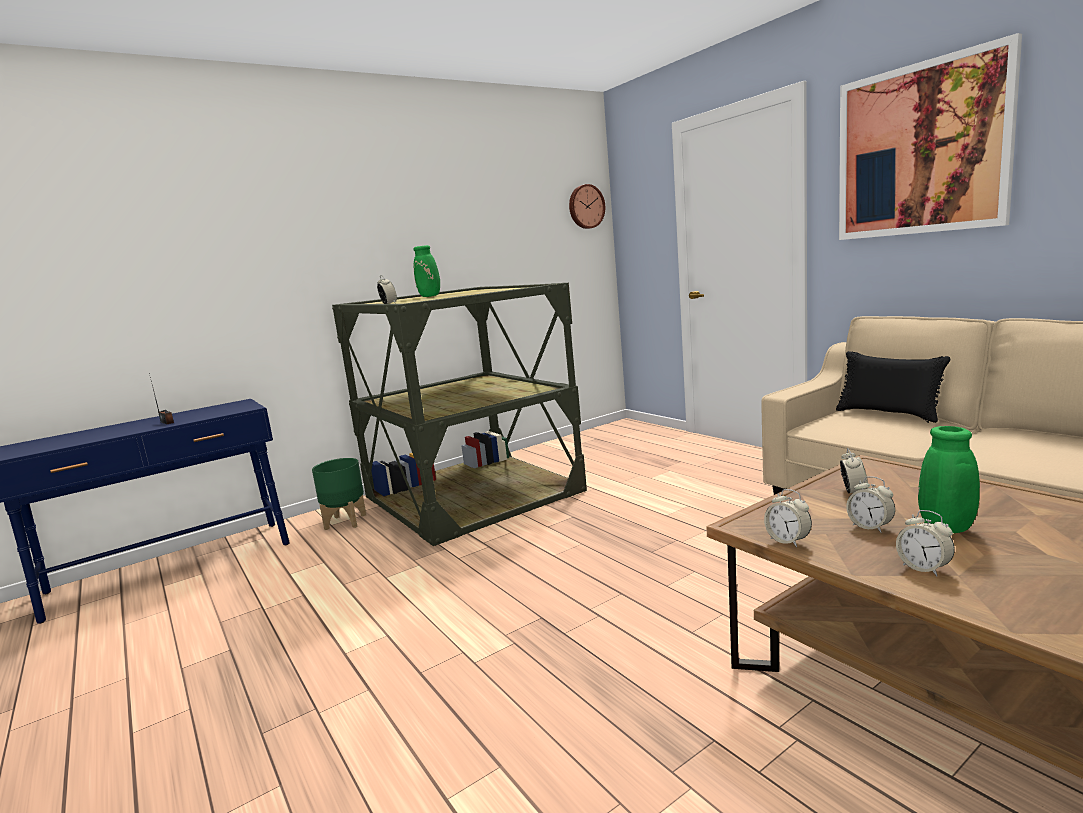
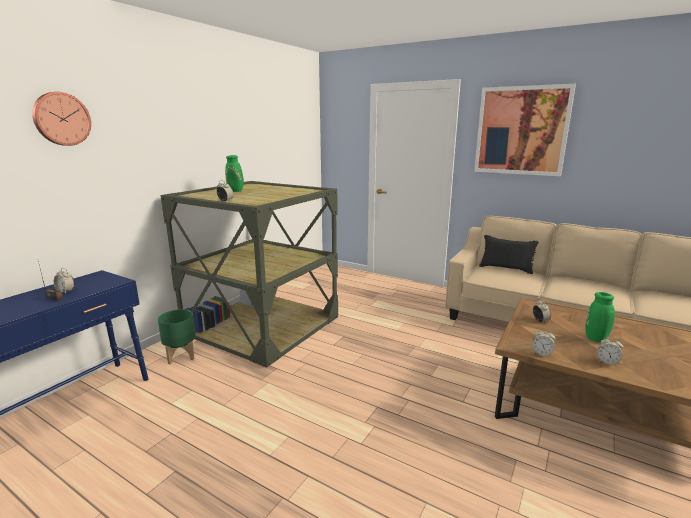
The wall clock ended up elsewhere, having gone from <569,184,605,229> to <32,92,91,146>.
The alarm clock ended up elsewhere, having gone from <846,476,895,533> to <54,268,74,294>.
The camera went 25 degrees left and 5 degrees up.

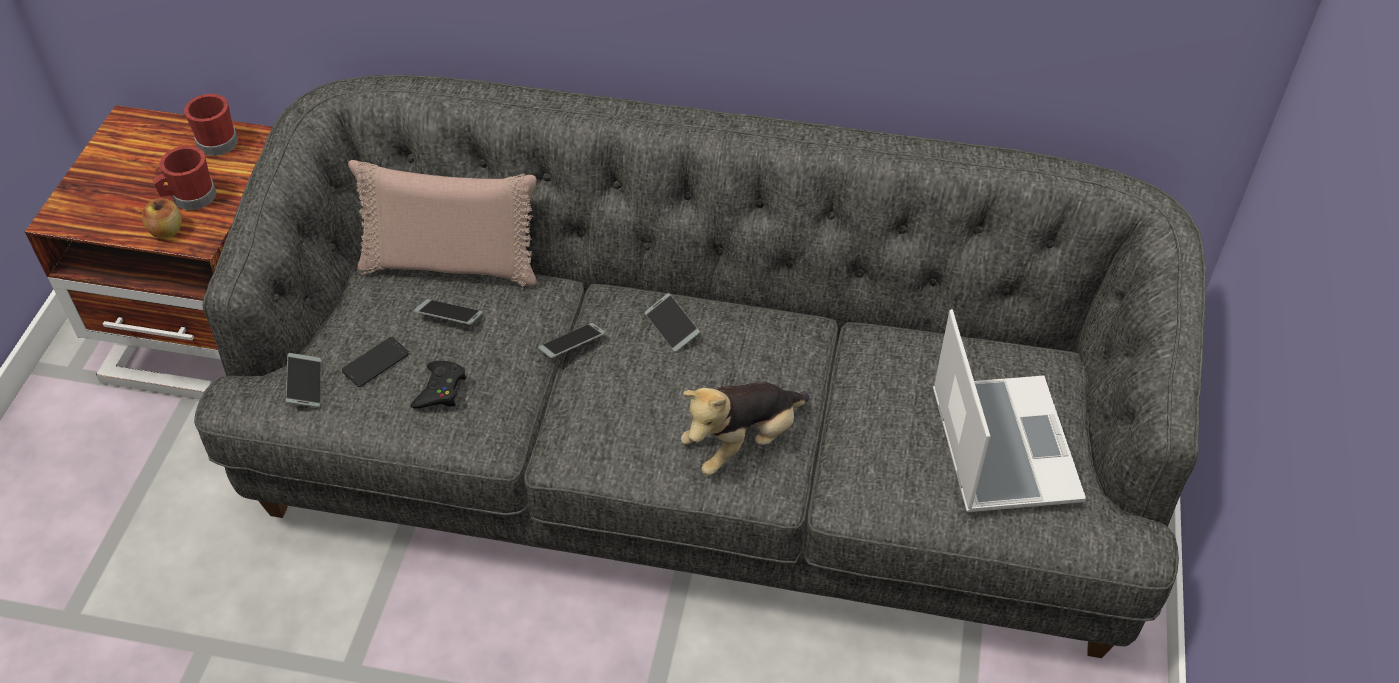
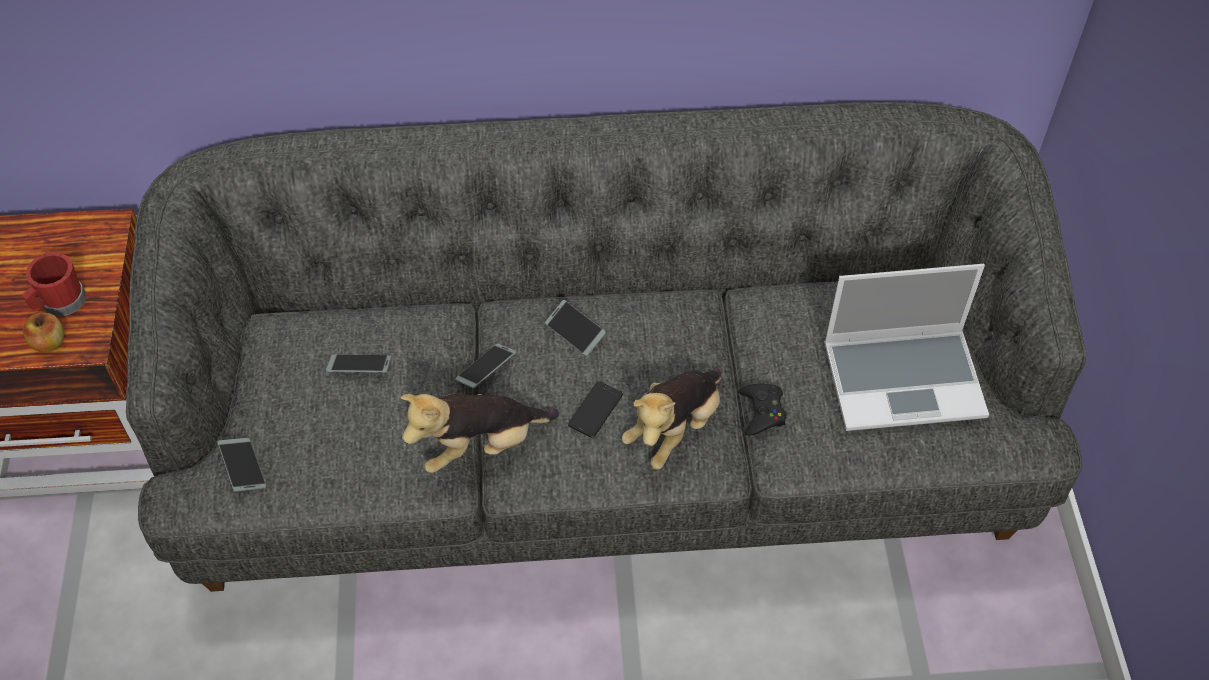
The second view lost the coffee mug in reddish at <184,94,238,156>.
The second view lost the cushion in beige-coloured at <348,160,537,287>.
The second view gained the plush toy at <401,394,559,473>.
The phone ended up elsewhere, having gone from <342,337,409,387> to <568,381,623,438>.
The game controller in black-coloured ended up elsewhere, having gone from <411,361,466,408> to <738,384,787,436>.
The laptop at <933,309,1086,512> ended up facing another way, 105 degrees clockwise from before.
The camera went 15 degrees left and 5 degrees up.

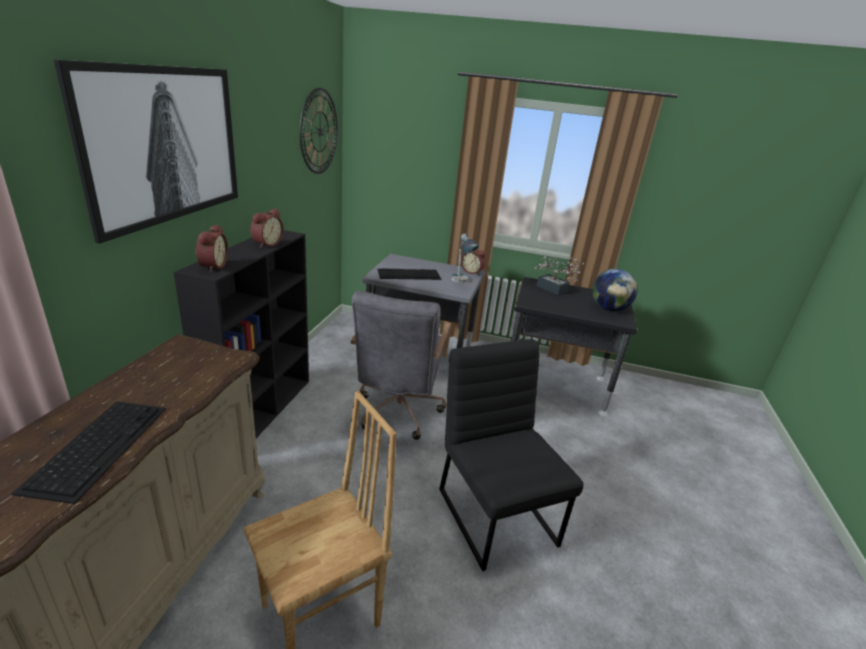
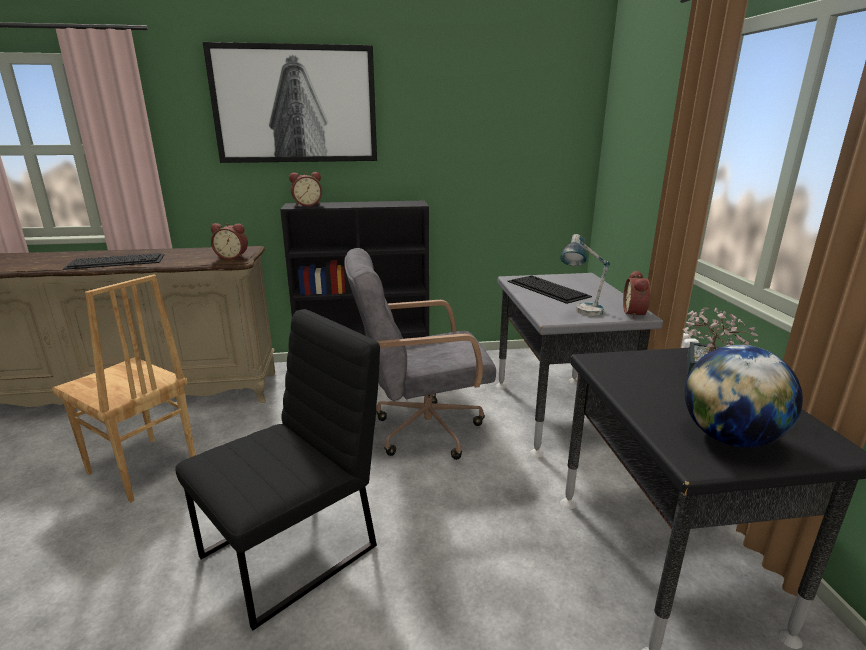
The second view lost the wall clock at <300,88,338,174>.
The alarm clock ended up elsewhere, having gone from <250,209,284,248> to <211,223,248,260>.
The camera went 70 degrees right and 5 degrees down.

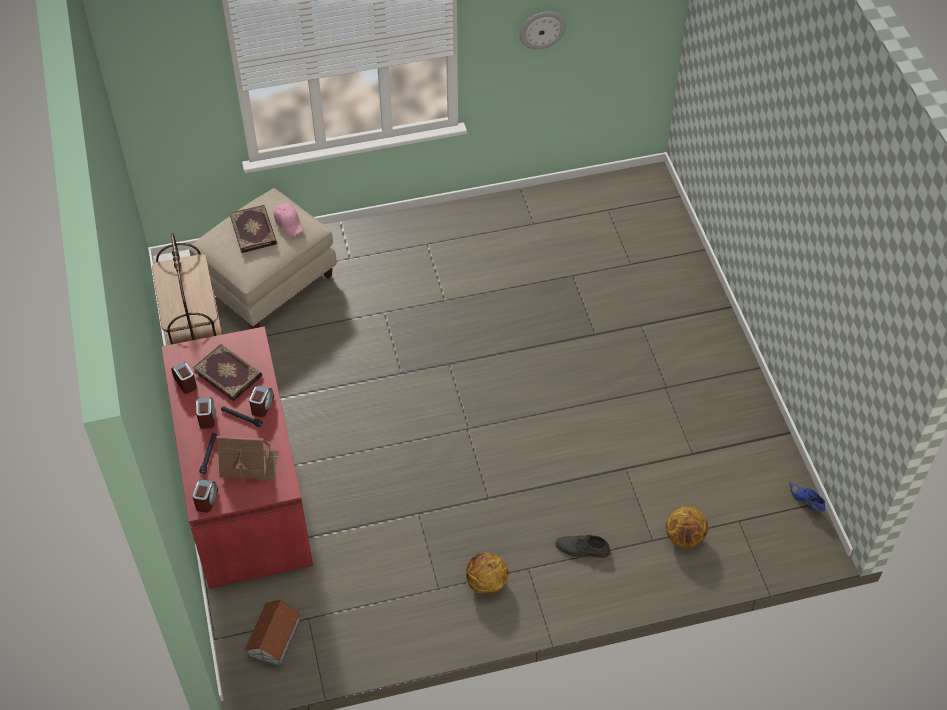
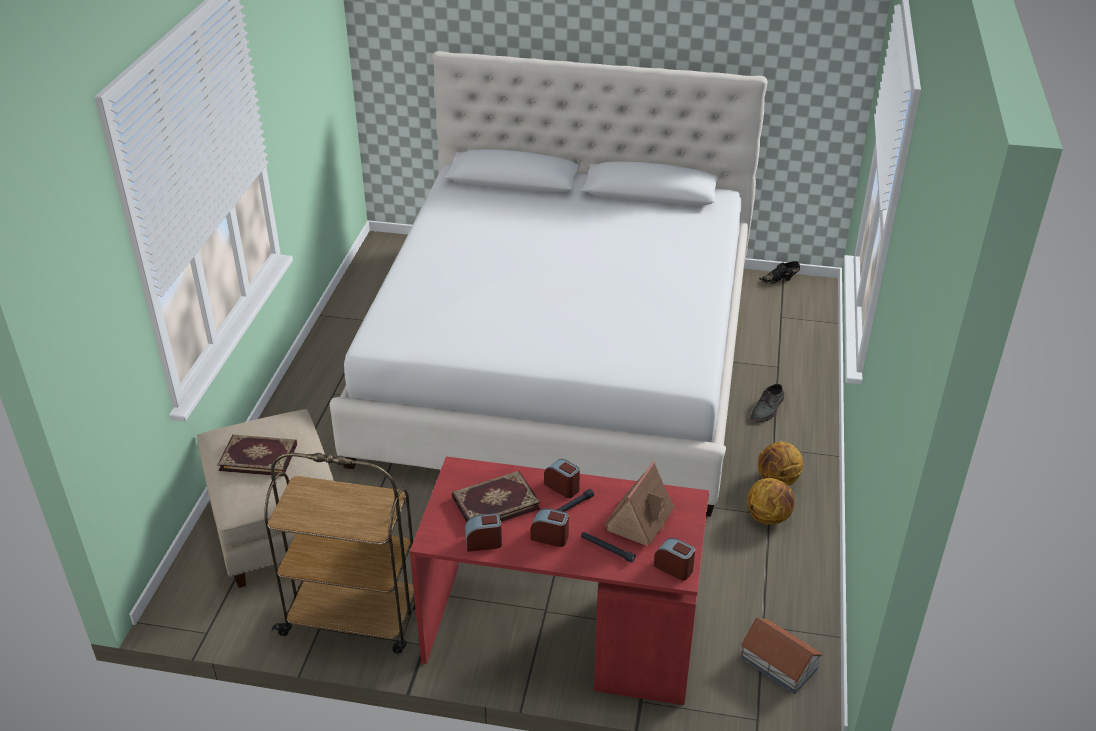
The second view lost the baseball cap in pinkish at <274,203,304,237>.
The second view lost the wall clock at <520,11,566,50>.
The second view gained the bedroom bed in white at <330,51,768,517>.
The ball for basketball ended up elsewhere, having gone from <666,506,709,548> to <747,478,795,525>.
What was the shoe in blue at <789,482,825,512> turned into the shoe in black-coloured at <759,261,800,284>.
The camera went 65 degrees left and 15 degrees down.

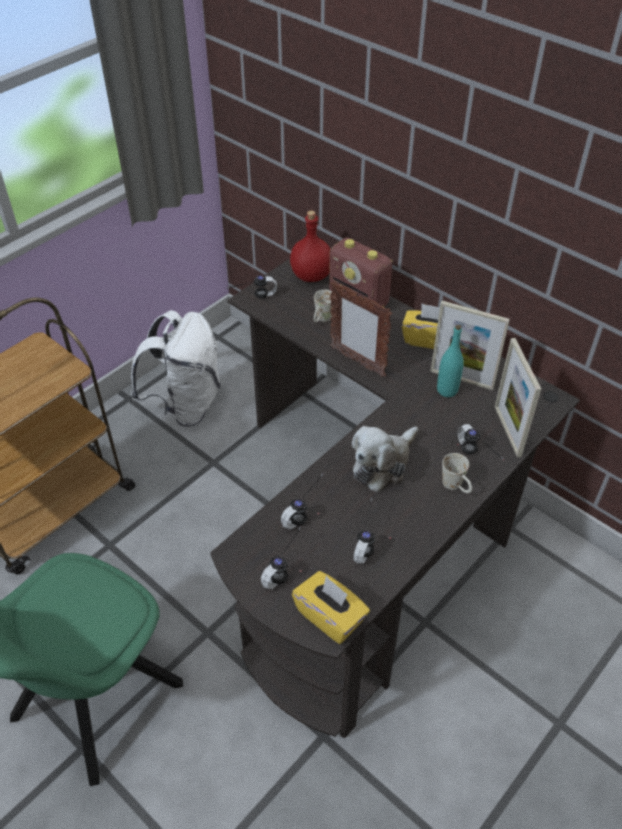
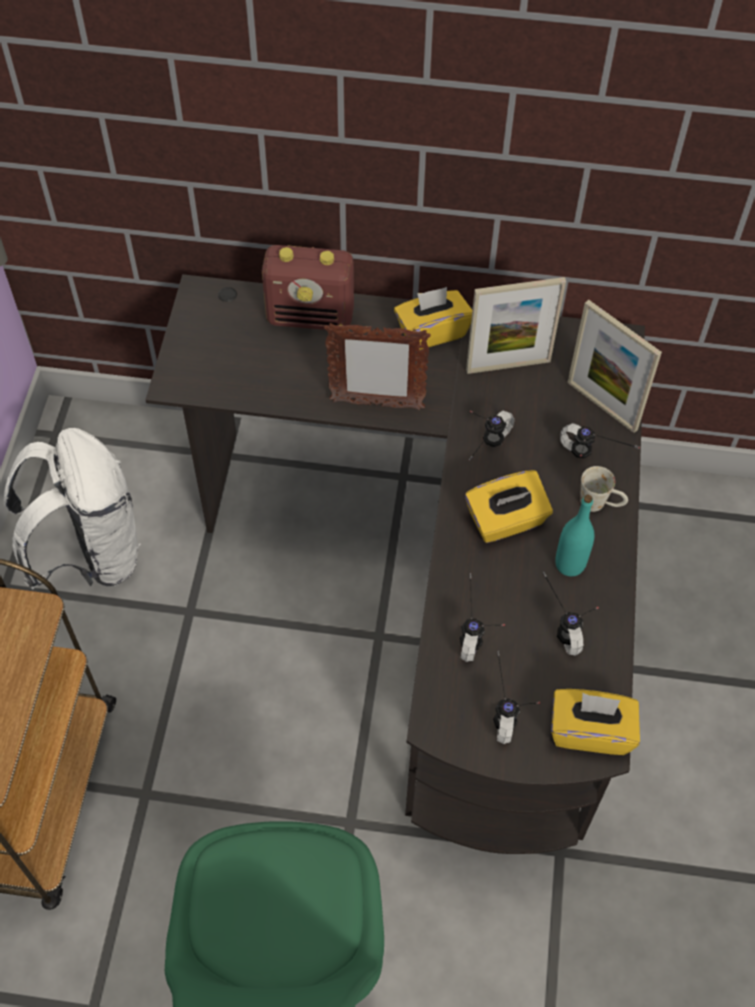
The second view lost the beverage bottle in reddish at <290,211,330,282>.
The second view lost the coffee mug in white at <314,290,336,323>.
The headphones ended up elsewhere, having gone from <227,269,277,299> to <469,411,514,461>.
The beverage bottle in turquoise ended up elsewhere, having gone from <437,325,464,397> to <555,495,594,576>.
Where the plush toy stood at <352,426,418,493>, the tissue holder in yellowish came to stand at <465,470,553,543>.
The camera went 35 degrees left and 10 degrees up.

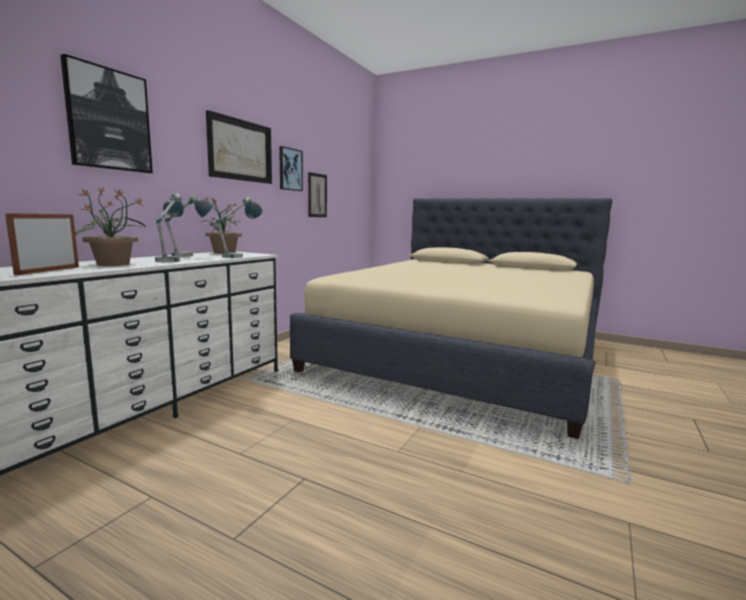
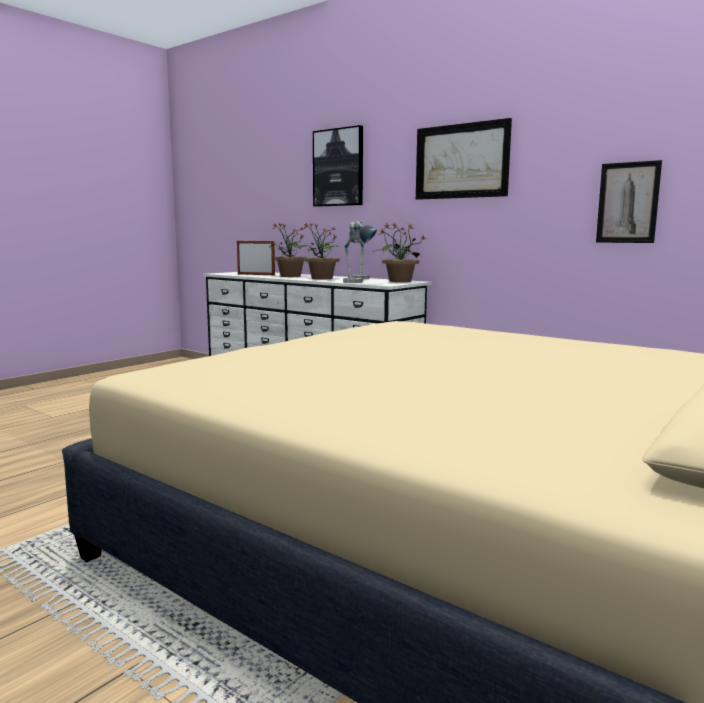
The second view lost the wall picture at <279,146,303,191>.
Where the table lamp stood at <155,193,184,262>, the potted plant came to stand at <300,223,340,279>.
The camera went 100 degrees right and 0 degrees up.

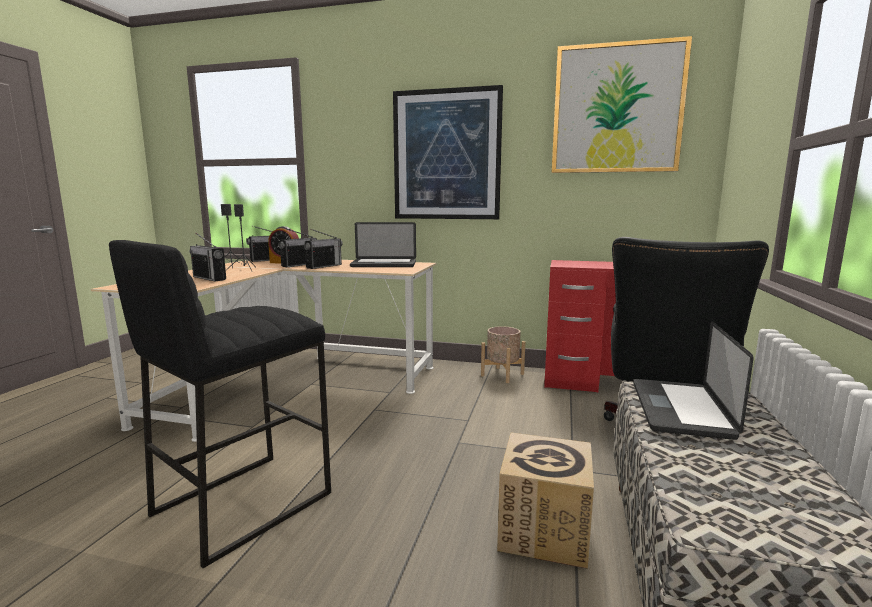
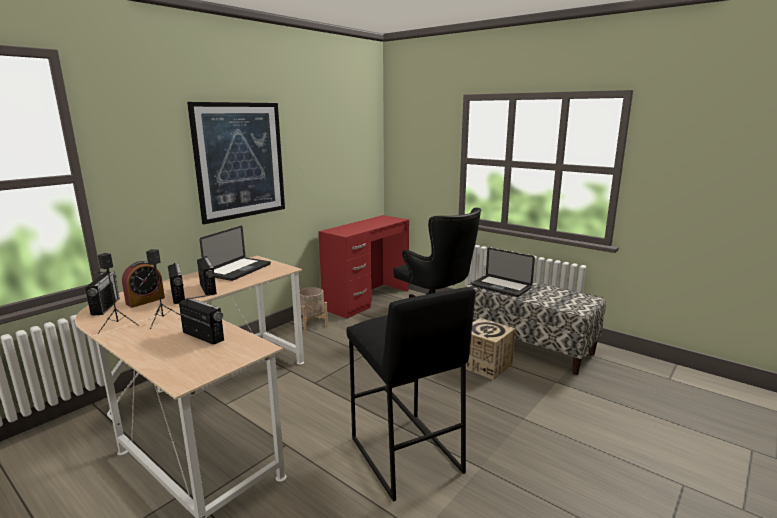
The second view lost the wall picture at <552,36,692,173>.
The radio set at <190,232,226,281> ended up facing another way, 120 degrees counterclockwise from before.
The camera went 65 degrees left and 5 degrees up.

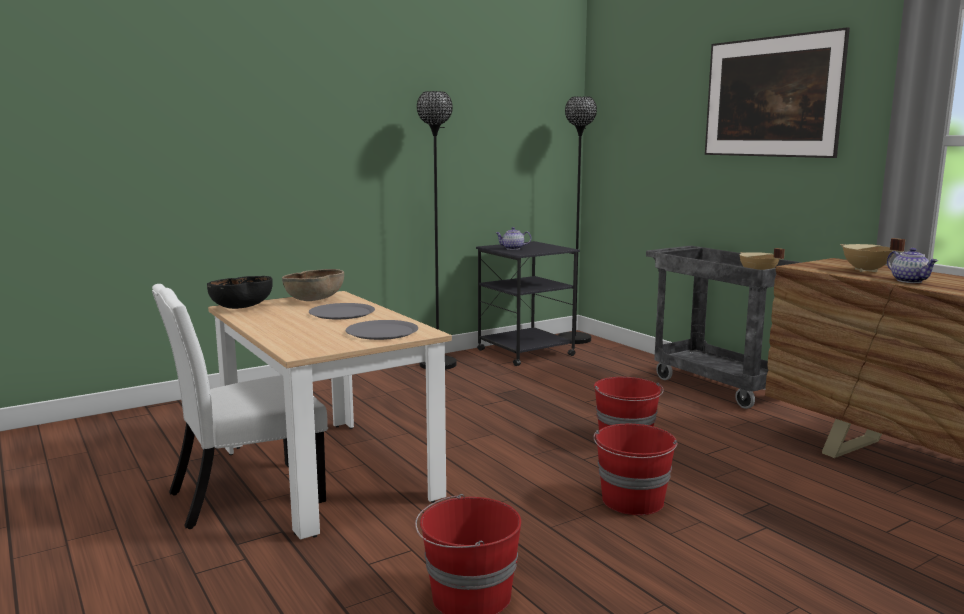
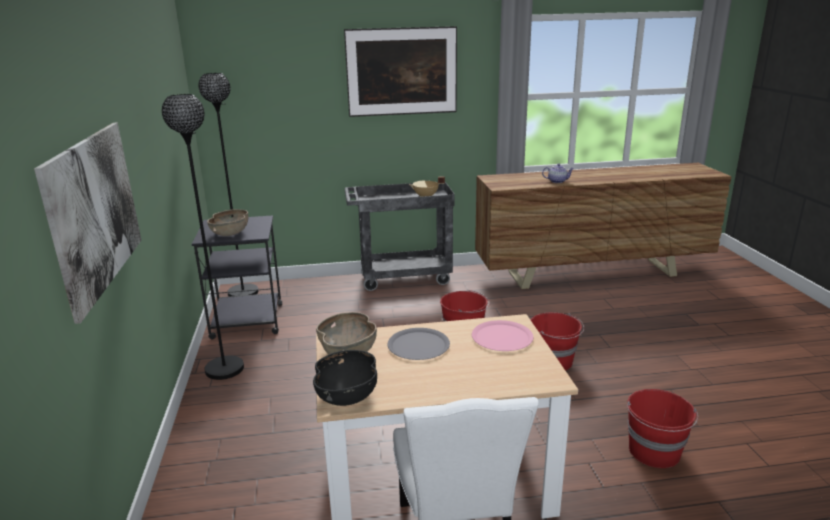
The second view lost the saucepot in beige-coloured at <840,238,905,272>.
The second view gained the wall picture at <34,123,142,324>.
Where the tea pot stood at <496,227,531,250>, the deep dish in brown-coloured came to stand at <207,209,248,236>.
What was the dinner plate in gray at <346,320,418,340> turned into the dinner plate in pinkish at <472,320,533,351>.
The camera went 65 degrees left and 10 degrees up.

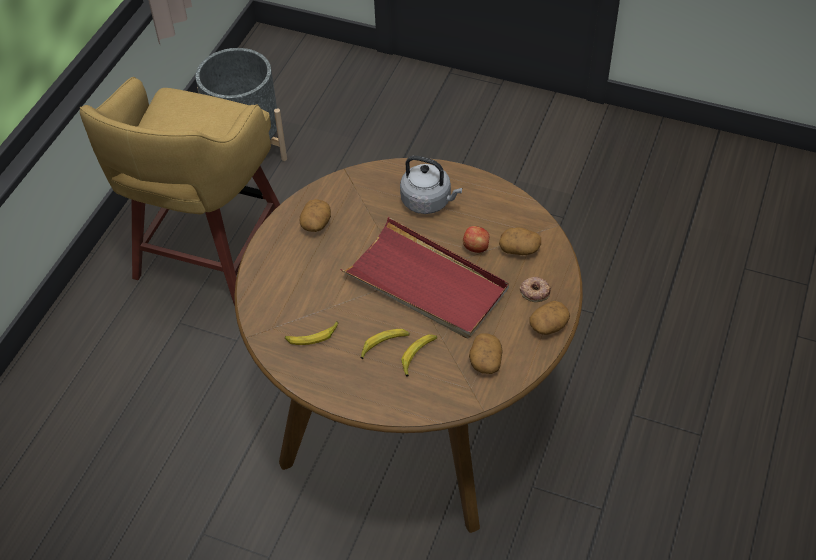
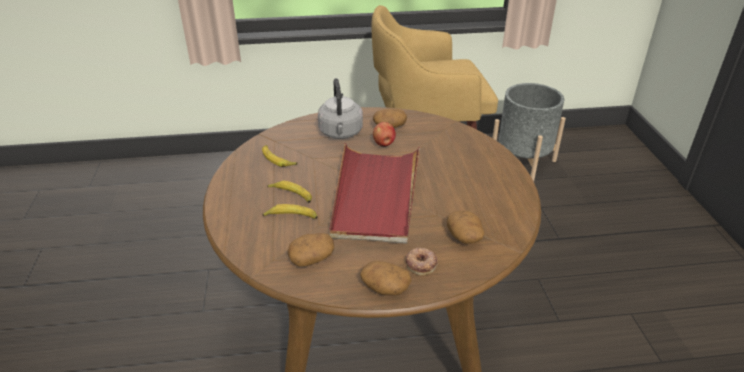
The kettle in gray ended up elsewhere, having gone from <400,156,462,214> to <318,78,363,139>.
The apple fruit ended up elsewhere, having gone from <463,226,489,253> to <373,122,396,147>.
The camera went 60 degrees right and 15 degrees down.

